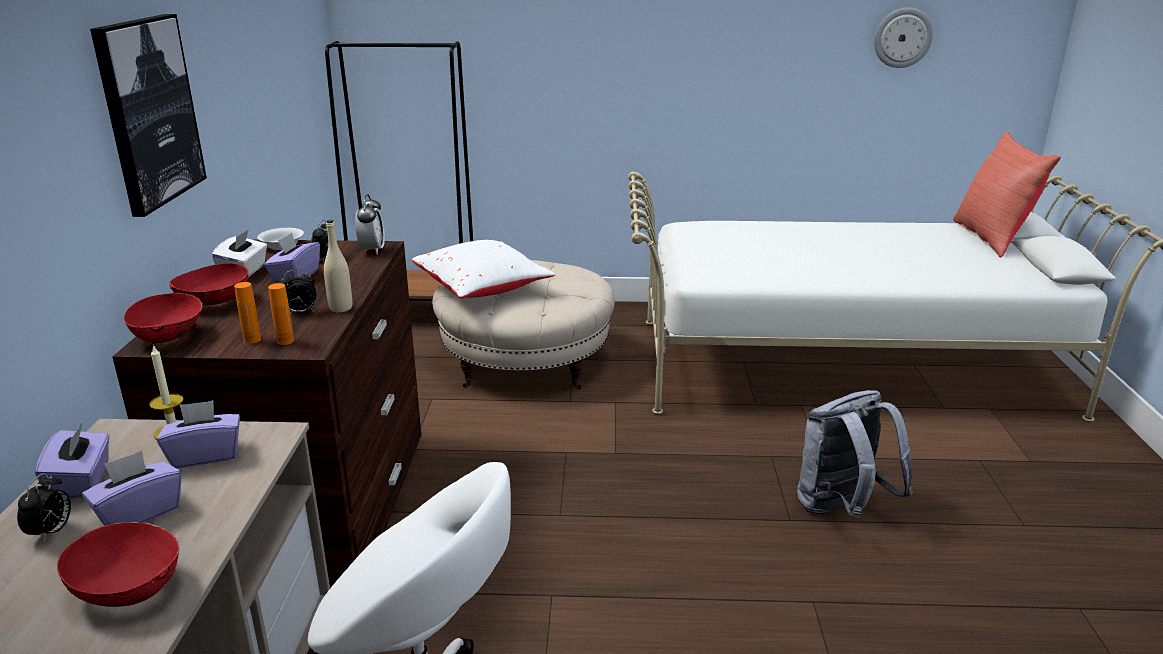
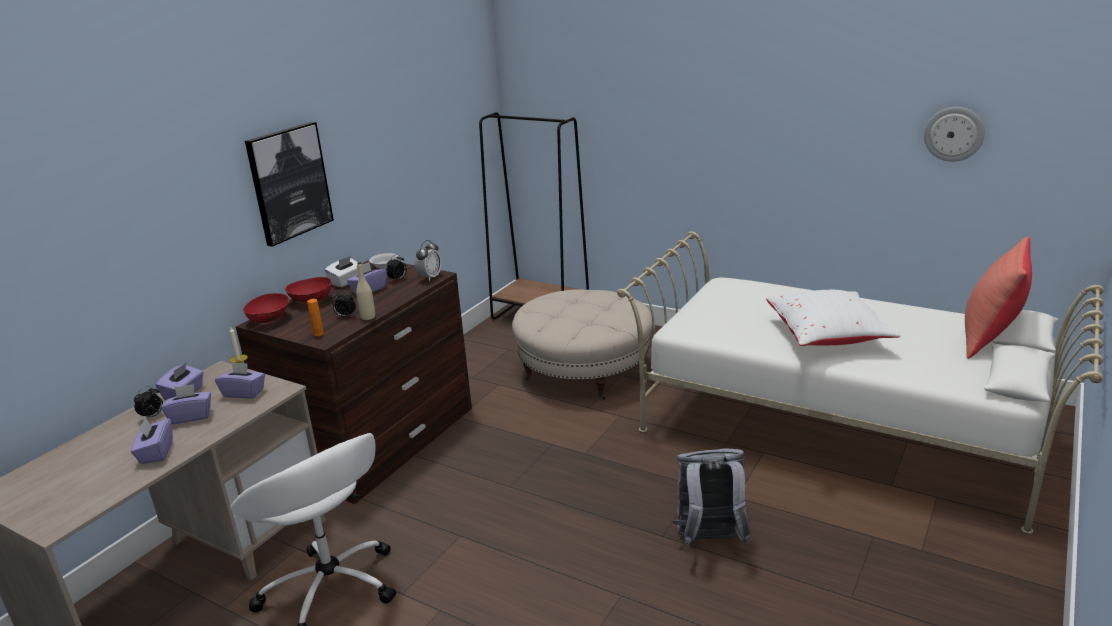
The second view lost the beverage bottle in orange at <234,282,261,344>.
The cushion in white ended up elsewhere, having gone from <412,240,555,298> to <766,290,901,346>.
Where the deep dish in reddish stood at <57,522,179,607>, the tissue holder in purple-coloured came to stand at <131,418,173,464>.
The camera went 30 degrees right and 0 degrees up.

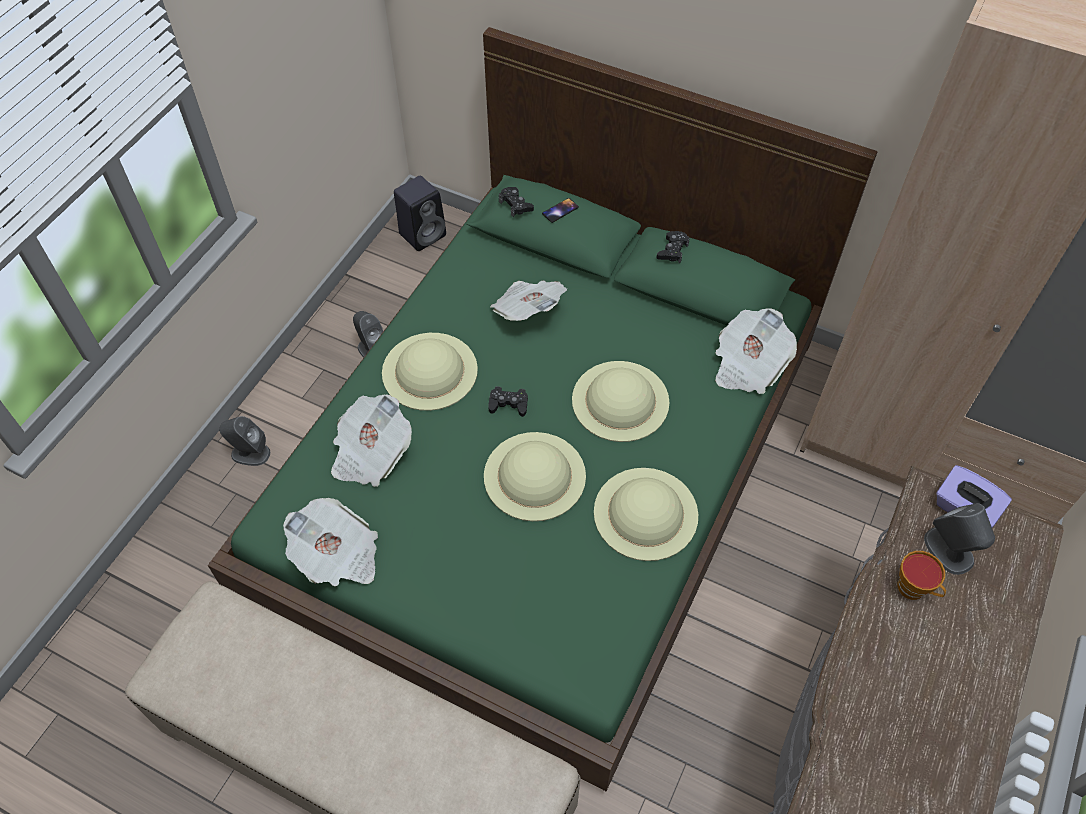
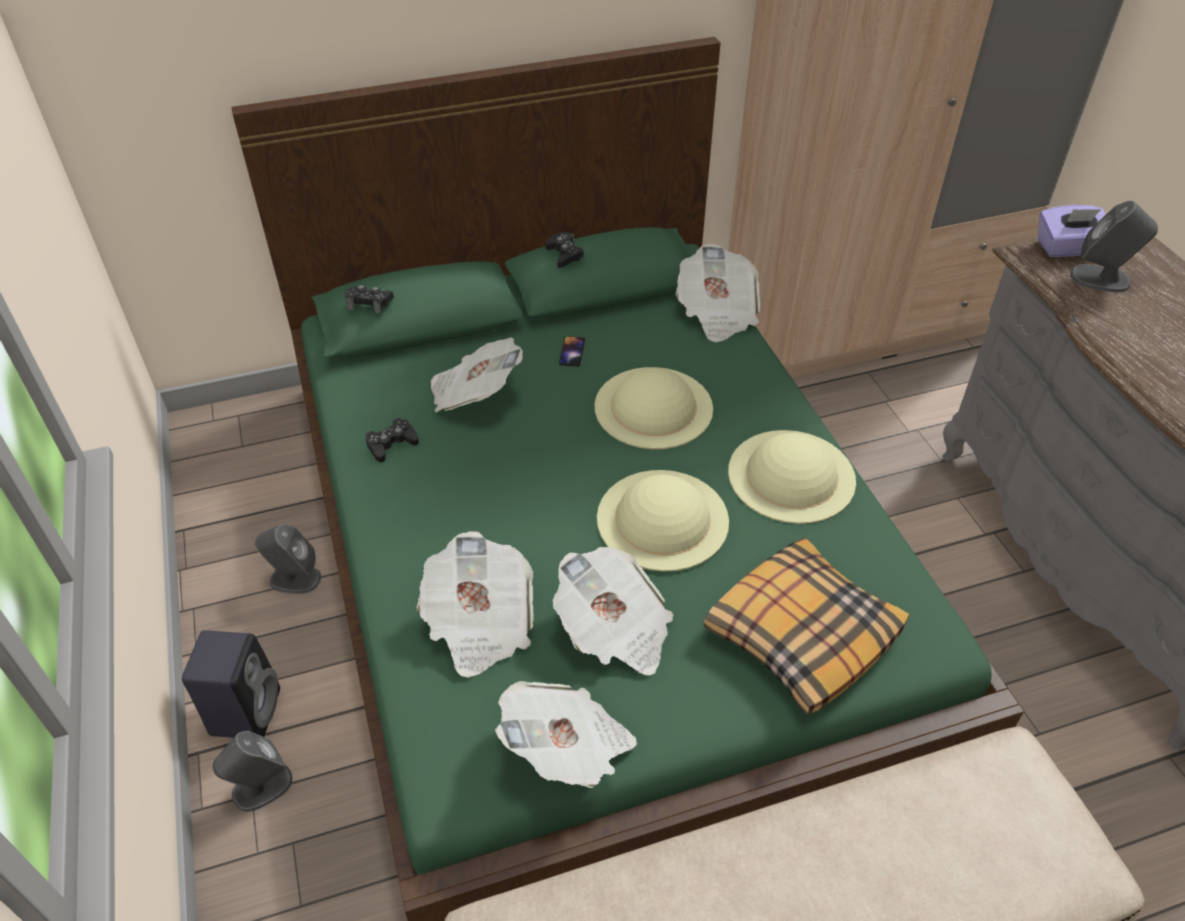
The second view lost the clothing hat in beige-coloured at <382,333,478,411>.
The second view lost the drinking cup at <898,551,946,600>.
The second view gained the newspaper at <552,547,673,676>.
The second view gained the cushion at <704,538,909,715>.
The speaker in black-coloured ended up elsewhere, having gone from <394,175,446,251> to <182,630,280,738>.
The game controller in black-coloured ended up elsewhere, having gone from <488,386,528,417> to <366,418,419,463>.
The phone ended up elsewhere, having gone from <542,198,579,223> to <559,336,585,367>.
The camera went 45 degrees left and 10 degrees down.

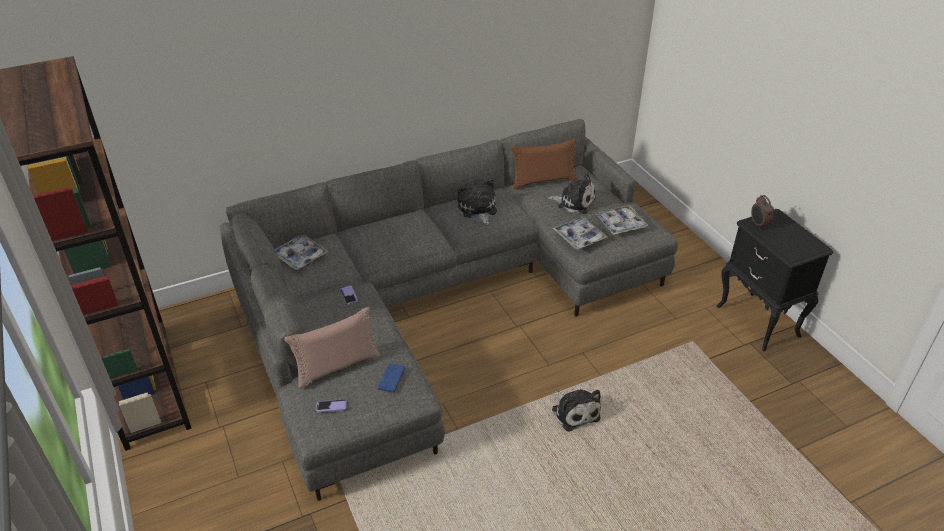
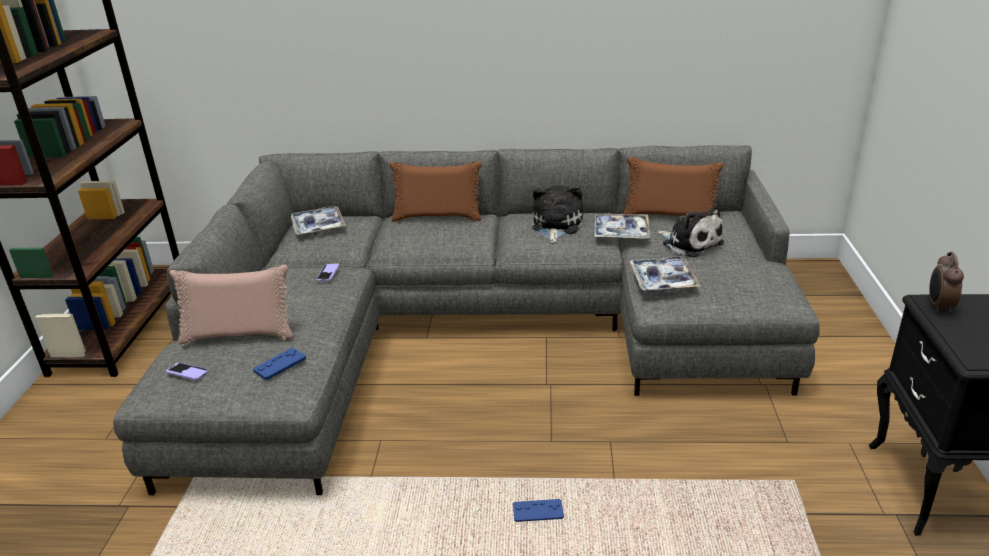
The second view gained the cushion in brown-coloured at <390,161,481,222>.
The tray ended up elsewhere, having gone from <595,205,648,235> to <594,214,650,239>.
Where the plush toy stood at <552,390,601,432>, the game controller in blue came to stand at <513,499,564,522>.
The camera went 30 degrees right and 10 degrees down.

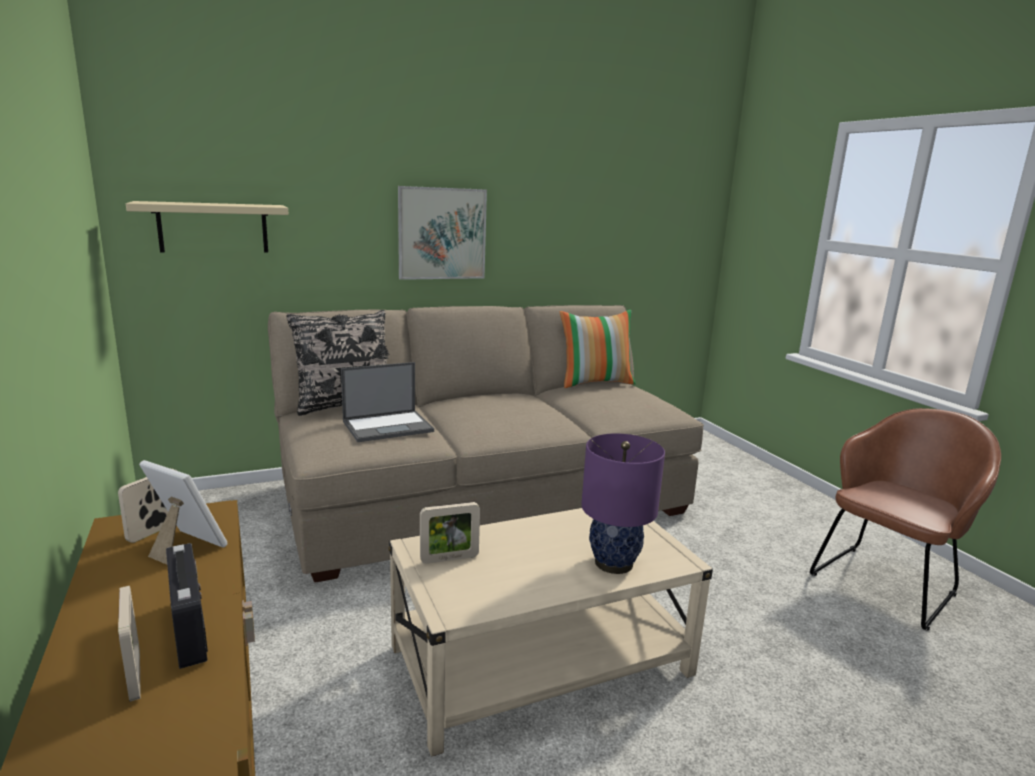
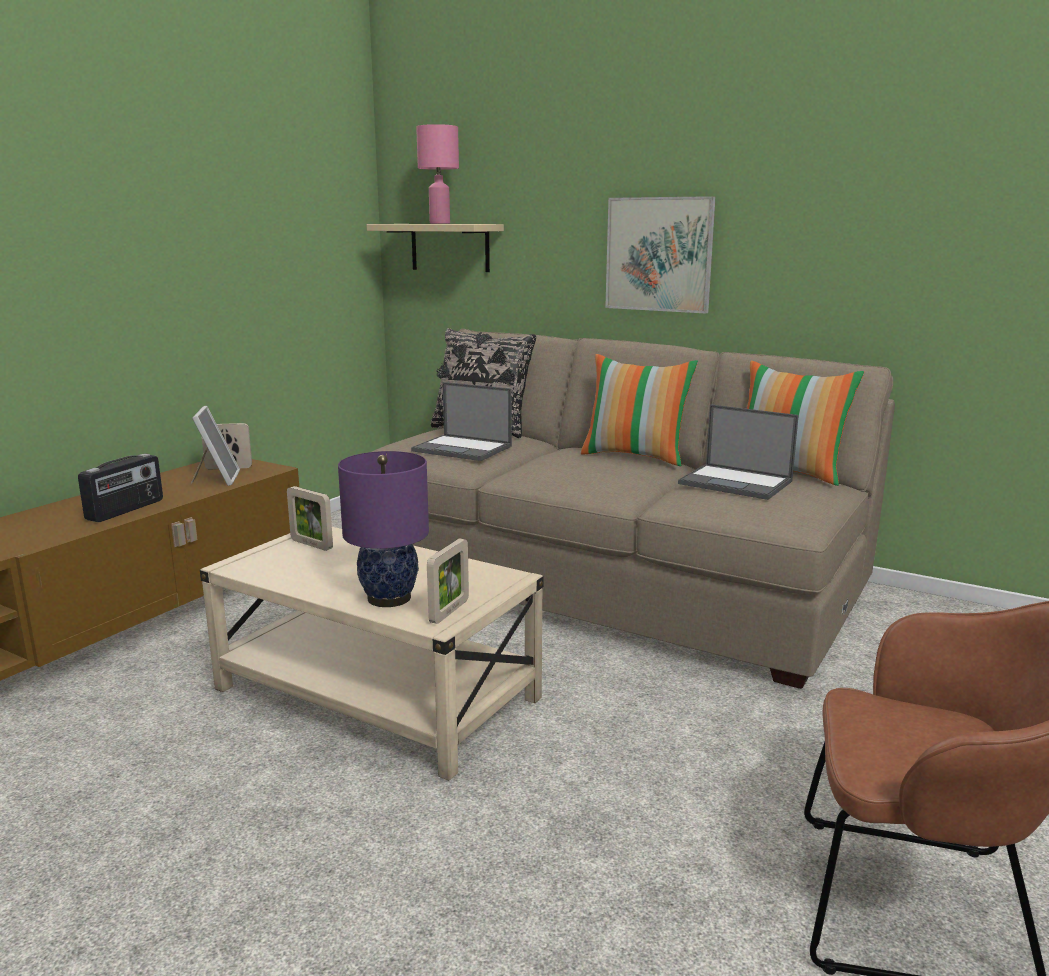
The second view gained the table lamp in pinkish at <416,124,459,224>.
The second view gained the cushion at <581,354,698,466>.
The second view gained the laptop at <678,404,799,500>.
The photo frame ended up elsewhere, having gone from <118,586,141,702> to <427,538,469,624>.
The camera went 55 degrees right and 0 degrees up.

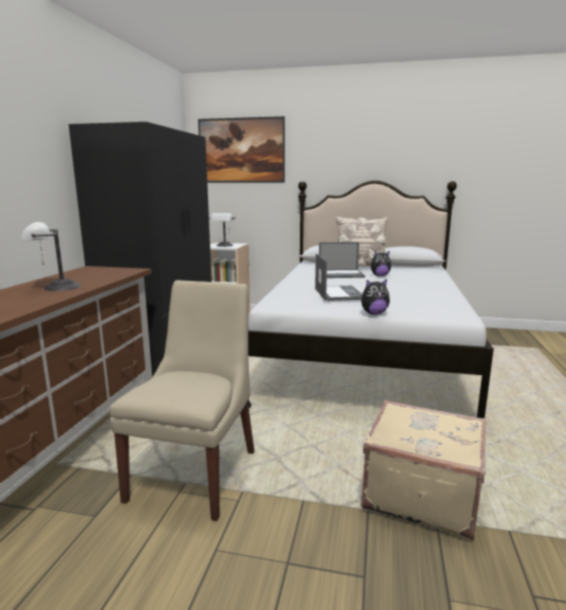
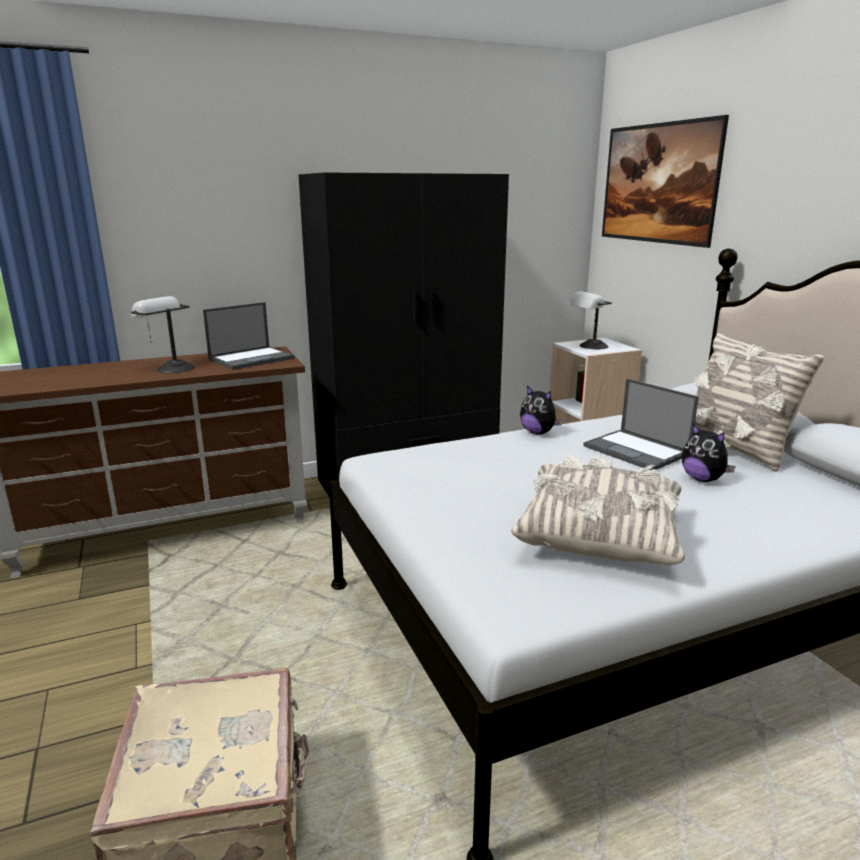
The second view lost the plain chair in beige-coloured at <110,280,255,521>.
The second view gained the cushion in beige-coloured at <511,453,685,565>.
The laptop ended up elsewhere, having gone from <315,253,362,301> to <203,302,295,370>.
The plush toy ended up elsewhere, having gone from <361,279,390,315> to <520,386,562,435>.
The camera went 55 degrees right and 5 degrees up.

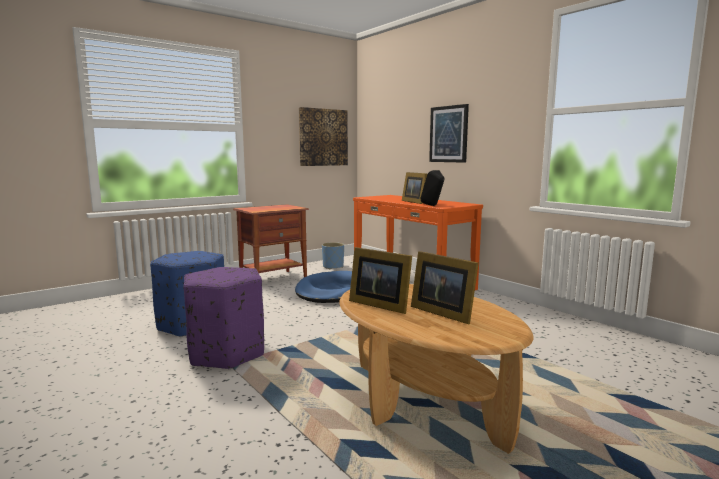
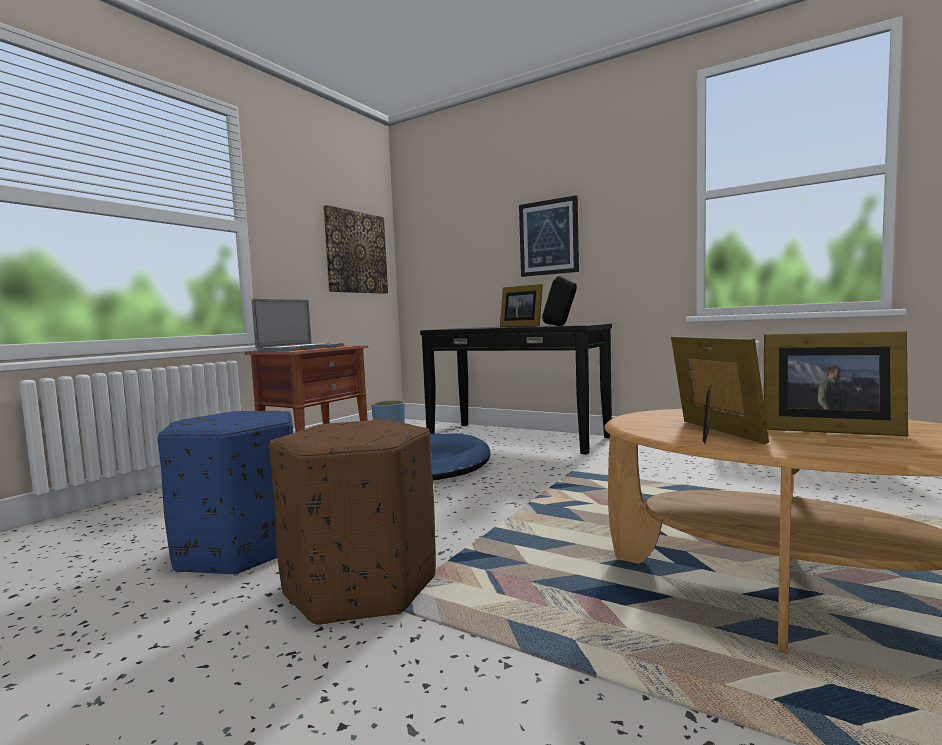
The second view gained the laptop at <252,299,344,351>.
What was the ottoman in purple-coloured at <183,267,264,370> turned into the ottoman in brown-coloured at <269,420,436,626>.
What was the narrow table in orange at <353,195,483,290> turned into the narrow table in black-coloured at <420,323,612,455>.
The photo frame at <349,247,412,314> ended up facing another way, 120 degrees counterclockwise from before.
The camera went 20 degrees left and 5 degrees down.

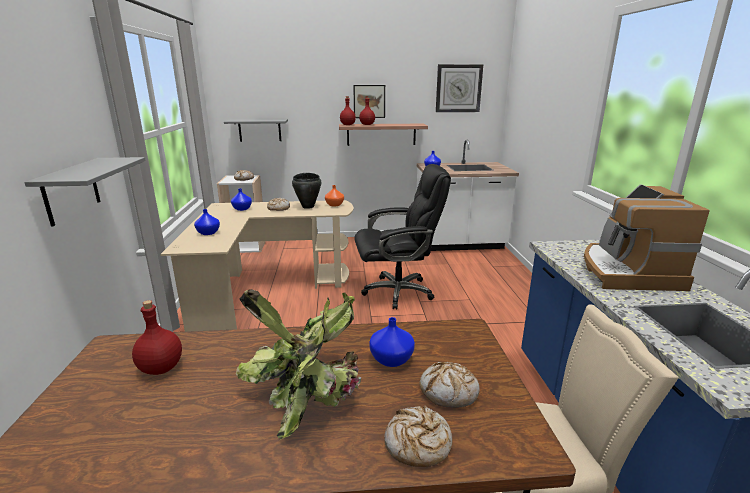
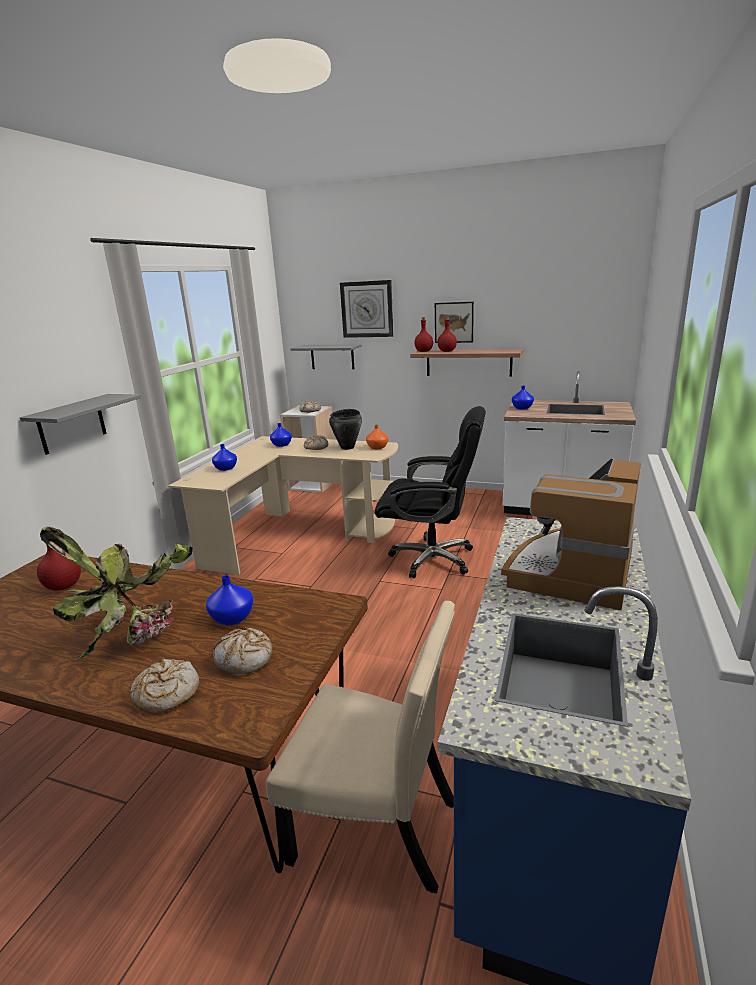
The wall clock ended up elsewhere, having gone from <436,64,483,112> to <340,280,394,338>.
The camera went 25 degrees right and 0 degrees up.

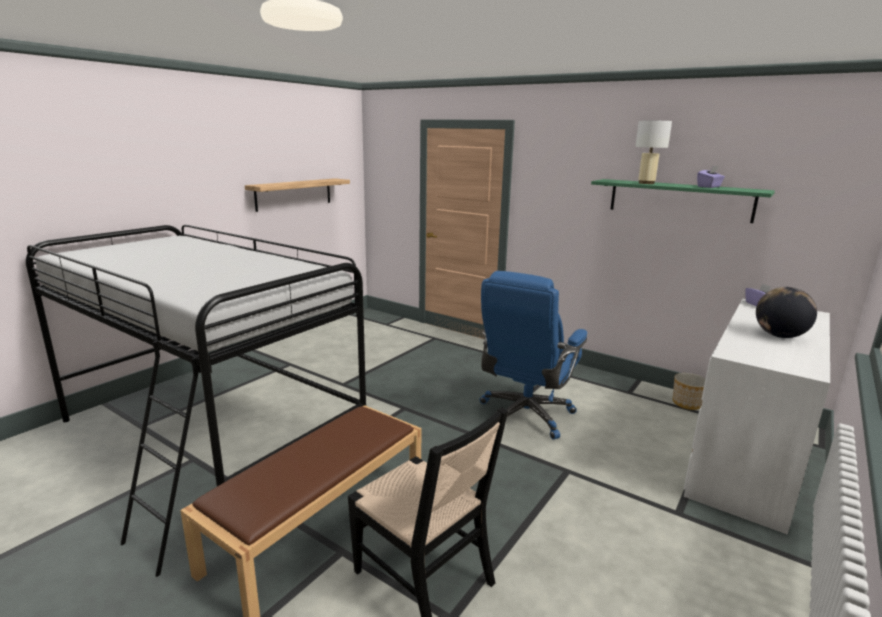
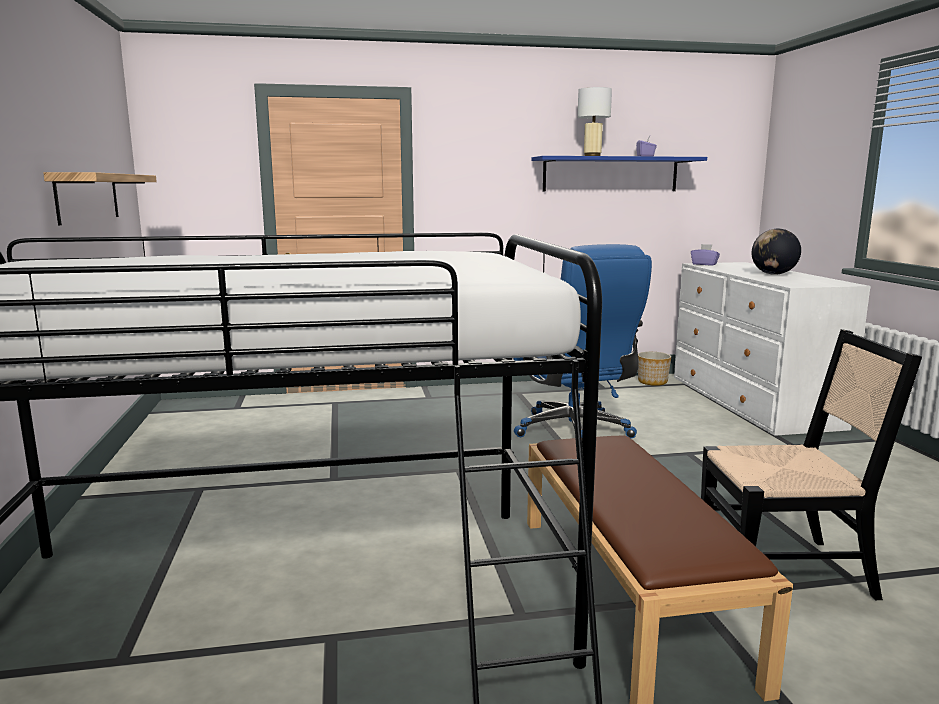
What was the shelf in greenish at <591,179,775,223> turned into the shelf in blue at <531,156,707,191>.
The camera went 45 degrees left and 5 degrees down.

